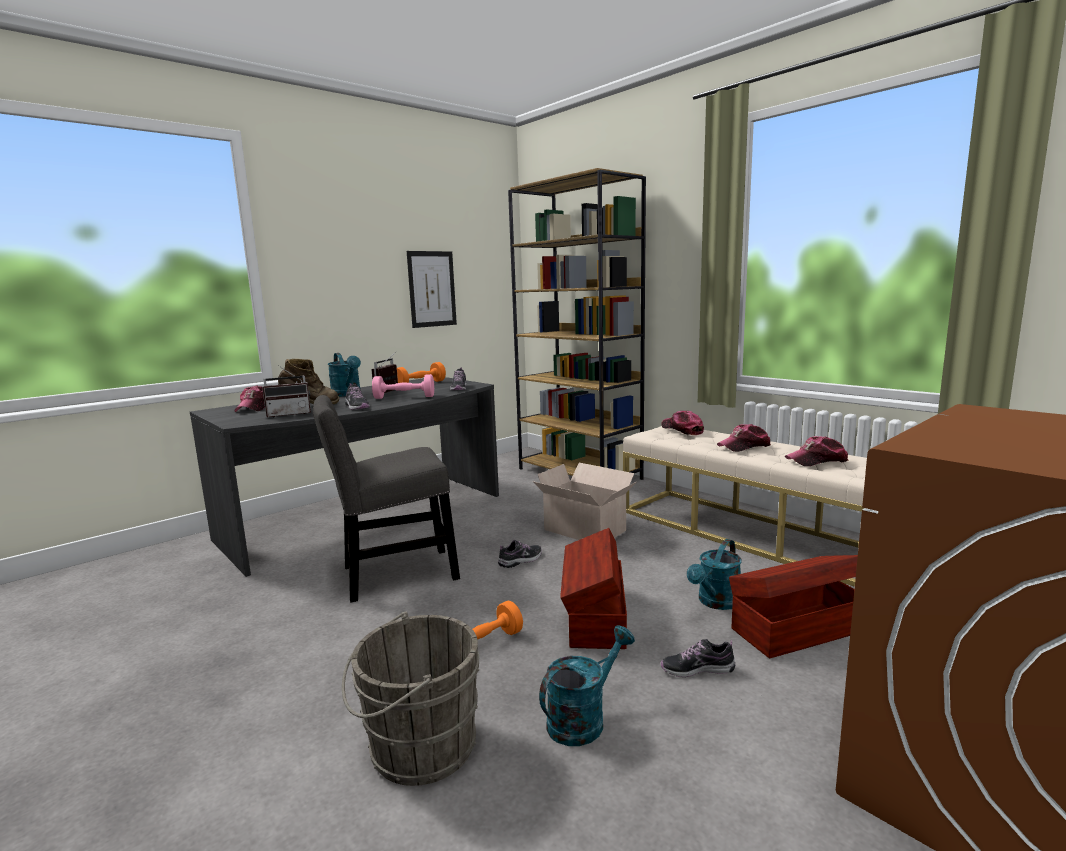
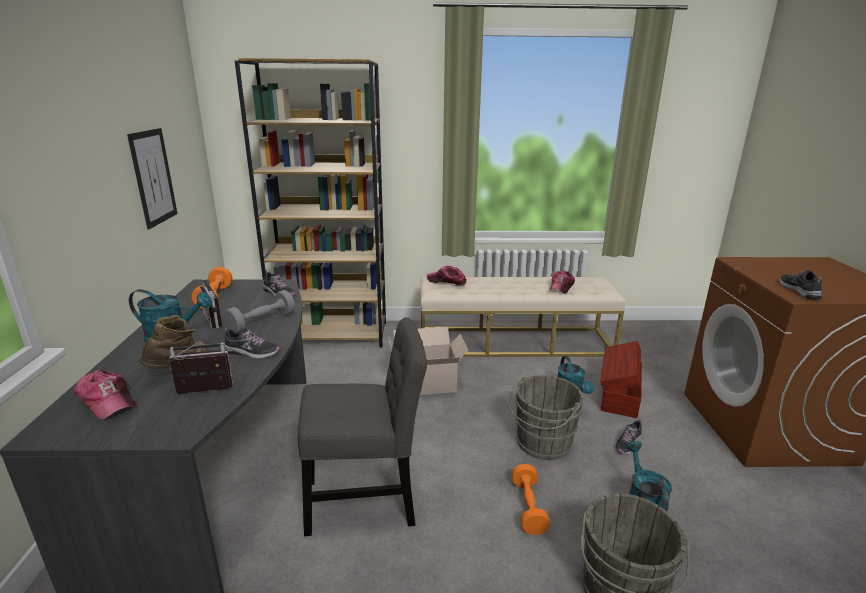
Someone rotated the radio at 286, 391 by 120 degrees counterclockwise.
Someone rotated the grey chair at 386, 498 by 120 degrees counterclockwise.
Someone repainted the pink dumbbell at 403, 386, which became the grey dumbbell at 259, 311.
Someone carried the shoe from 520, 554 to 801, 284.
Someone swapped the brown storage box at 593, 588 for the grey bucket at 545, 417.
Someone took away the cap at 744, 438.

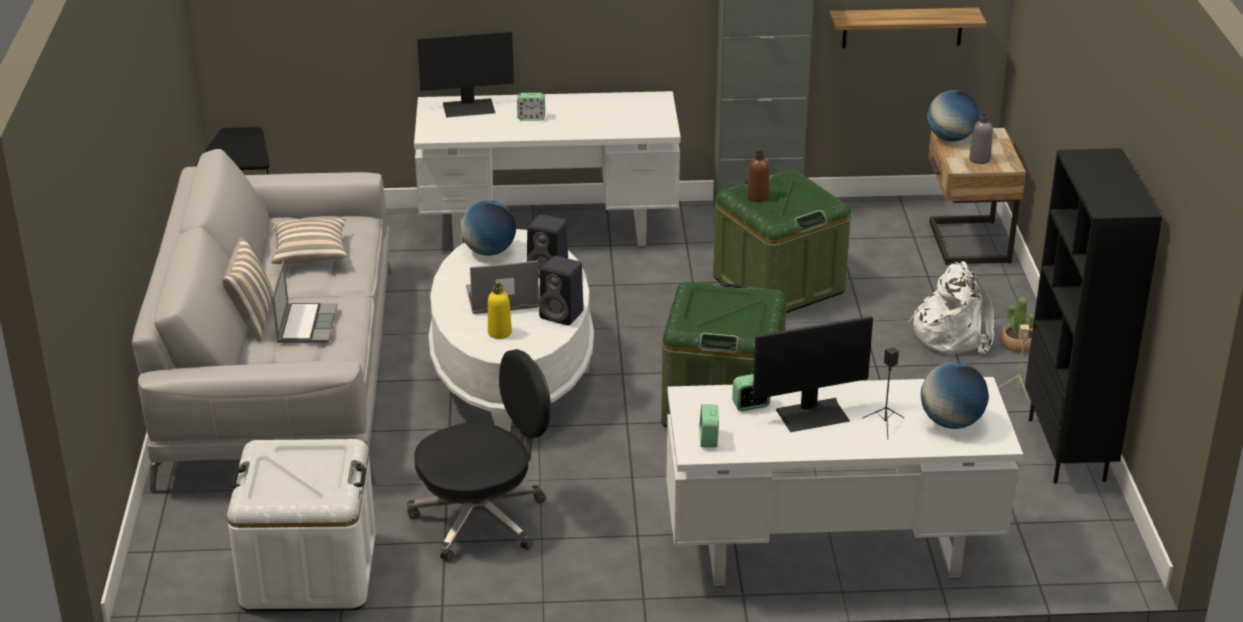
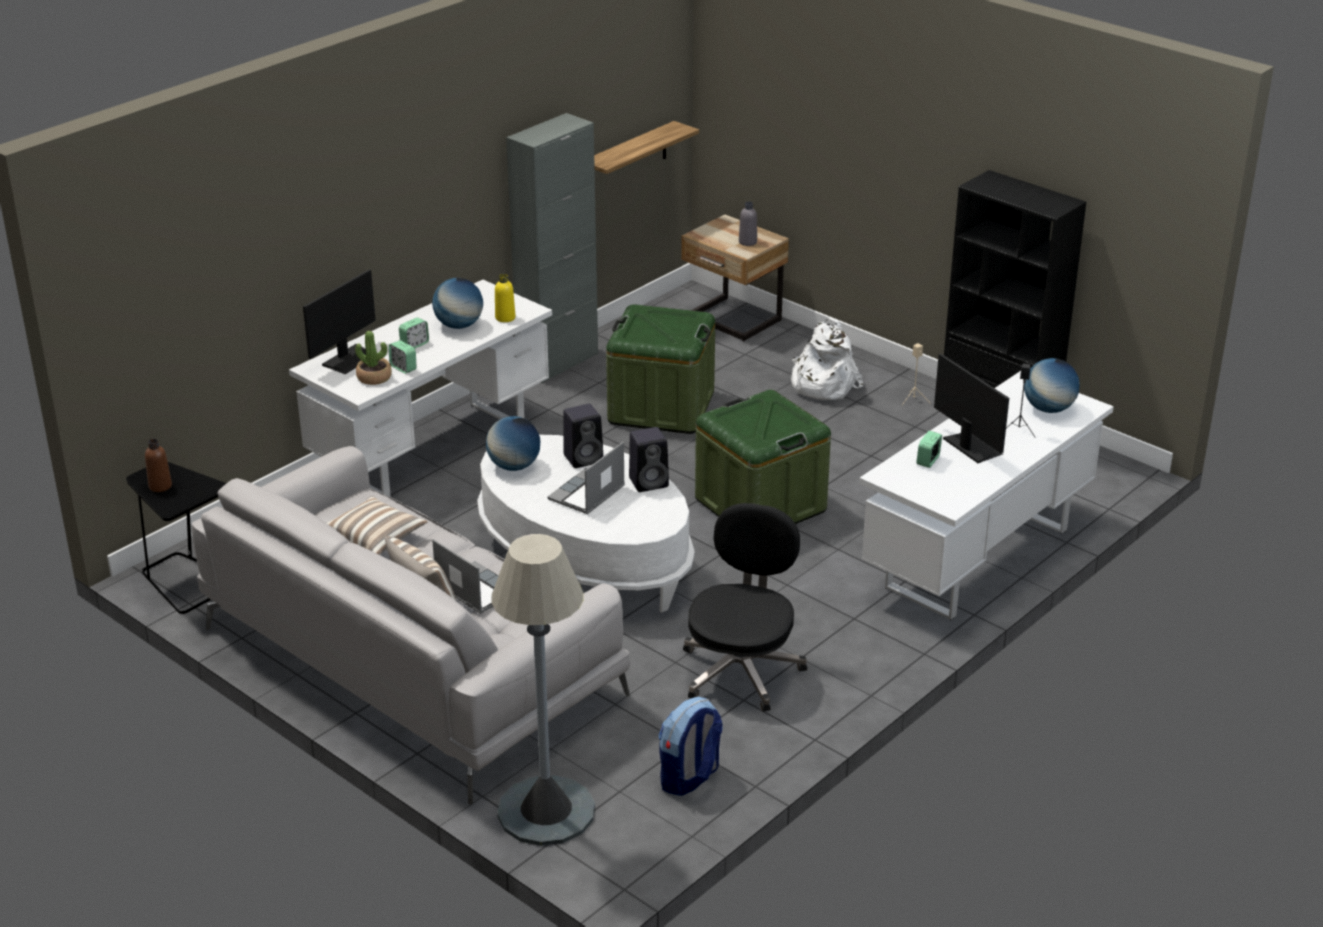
Someone swapped the white storage box at 301, 525 for the backpack at 690, 746.
Someone carried the yellow bottle from 500, 311 to 505, 298.
Someone carried the alarm clock from 709, 426 to 402, 357.
Someone carried the brown bottle from 758, 176 to 158, 465.
Someone rotated the monitor at 813, 374 by 60 degrees counterclockwise.
Someone carried the globe from 953, 116 to 457, 303.
Someone carried the potted plant from 1017, 325 to 373, 358.
Someone put down the grey floor lamp at 543, 690.

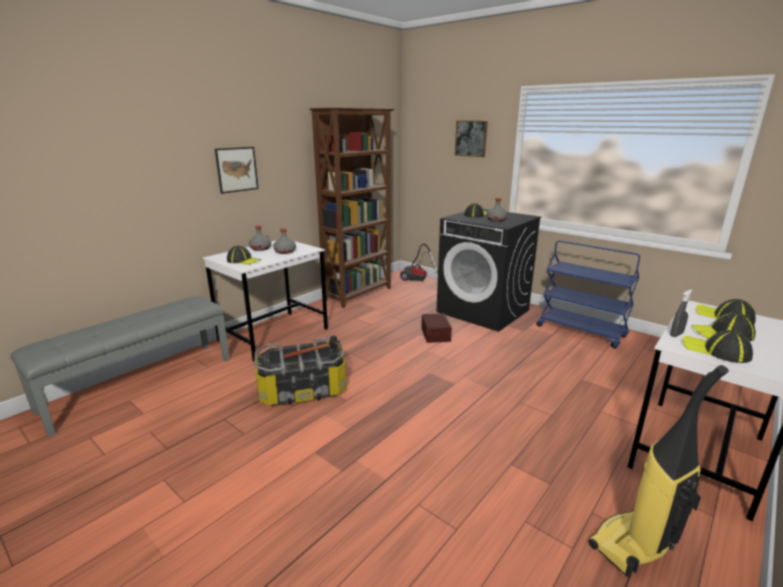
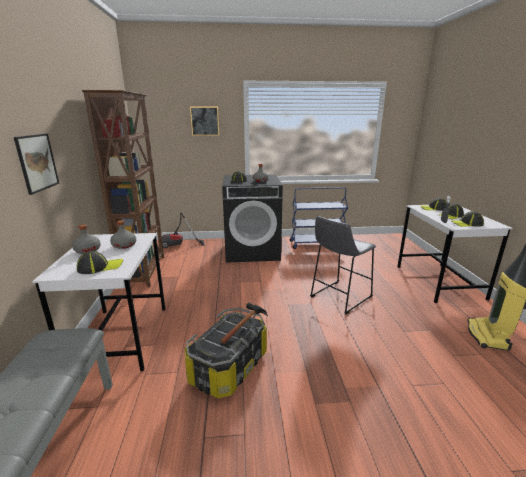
Someone took away the brown storage box at 436, 328.
Someone put down the grey stool at 343, 265.

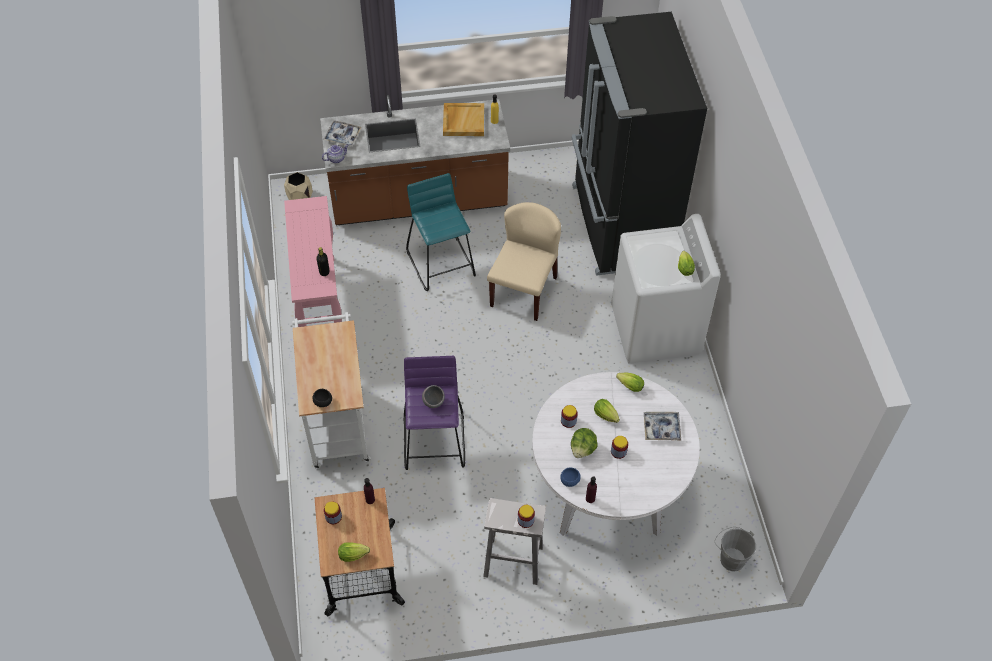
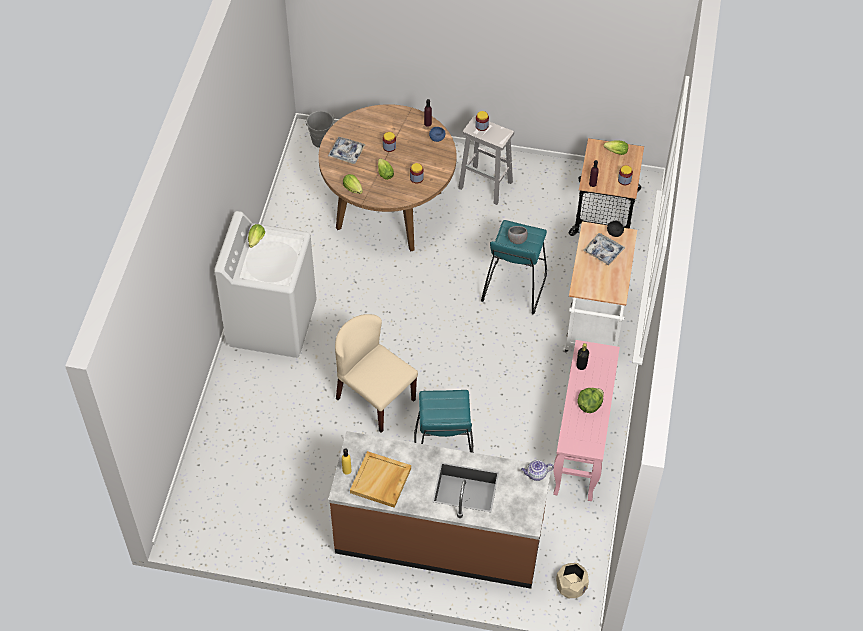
Someone carried the tray from 342, 133 to 604, 249.
Someone repainted the purple stool at 434, 413, which became the turquoise stool at 514, 267.
Someone rotated the beige chair at 524, 261 by 90 degrees clockwise.
Someone repainted the white dining table at 616, 454, which became the brown dining table at 387, 177.
Someone carried the lettuce from 584, 443 to 590, 400.
Someone took away the black fridge at 639, 144.

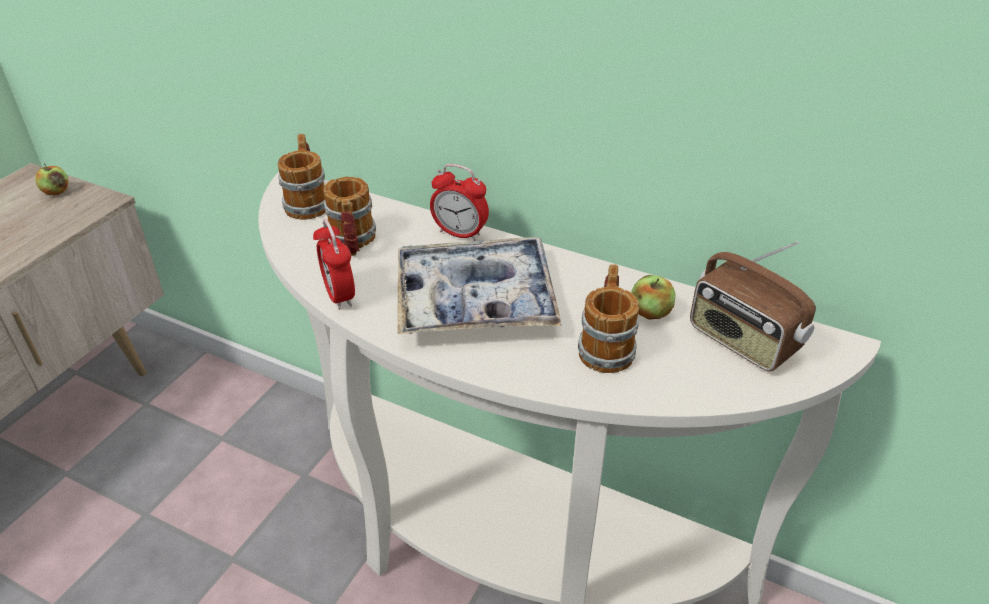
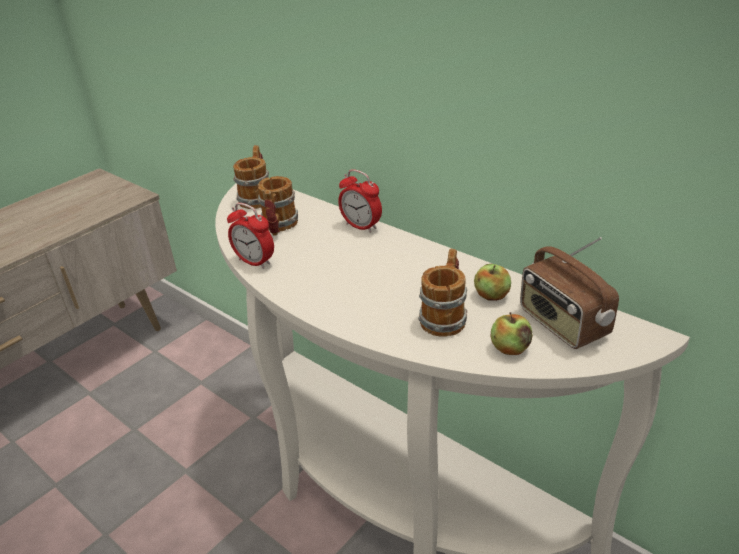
Someone carried the apple from 51, 179 to 512, 333.
Someone rotated the alarm clock at 334, 264 by 45 degrees counterclockwise.
Someone took away the tray at 479, 285.

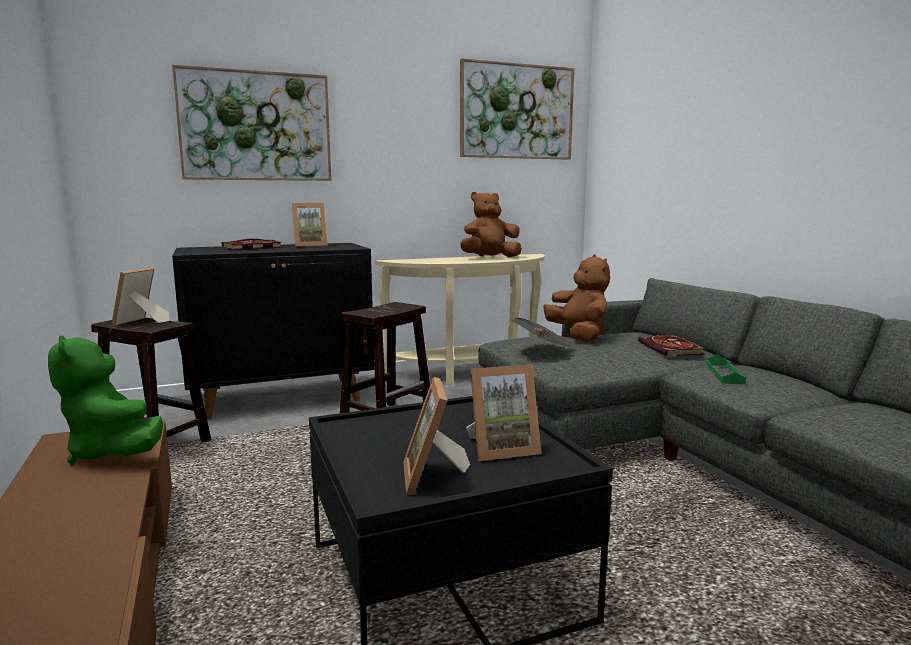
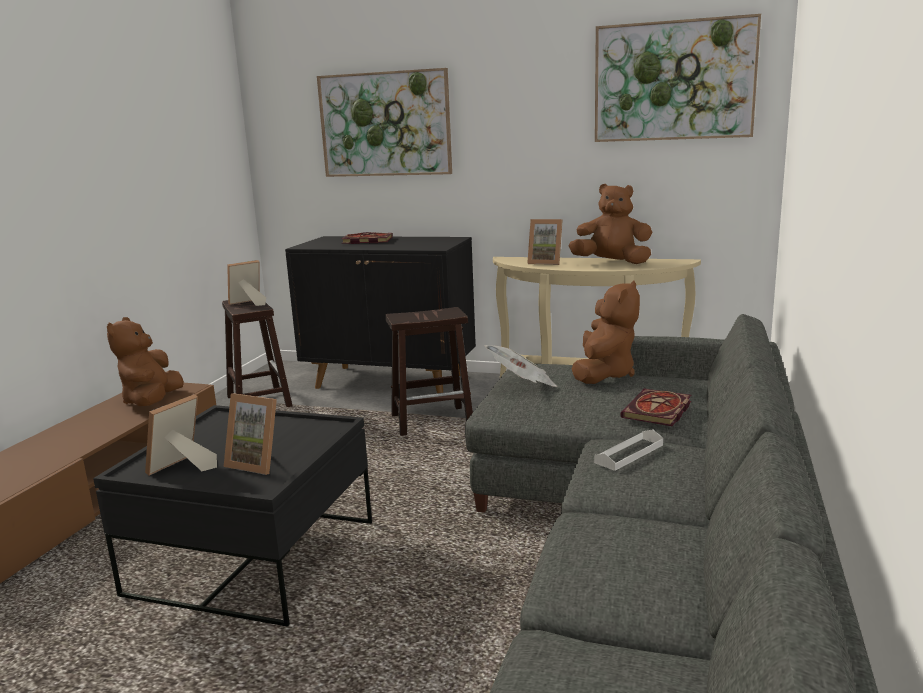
Someone repainted the green plush toy at 105, 399, which became the brown plush toy at 145, 361.
Someone carried the picture frame from 310, 225 to 545, 242.
Someone repainted the green tray at 726, 370, which became the white tray at 628, 450.

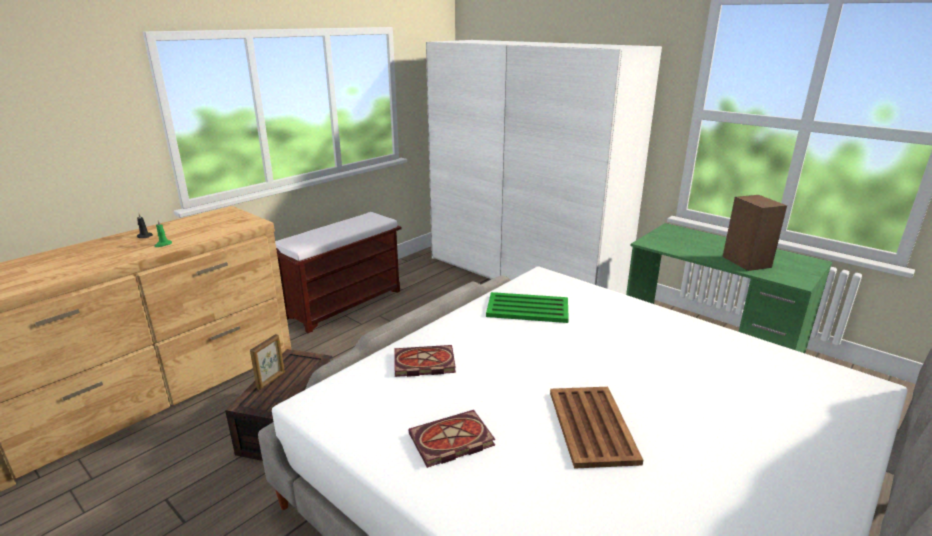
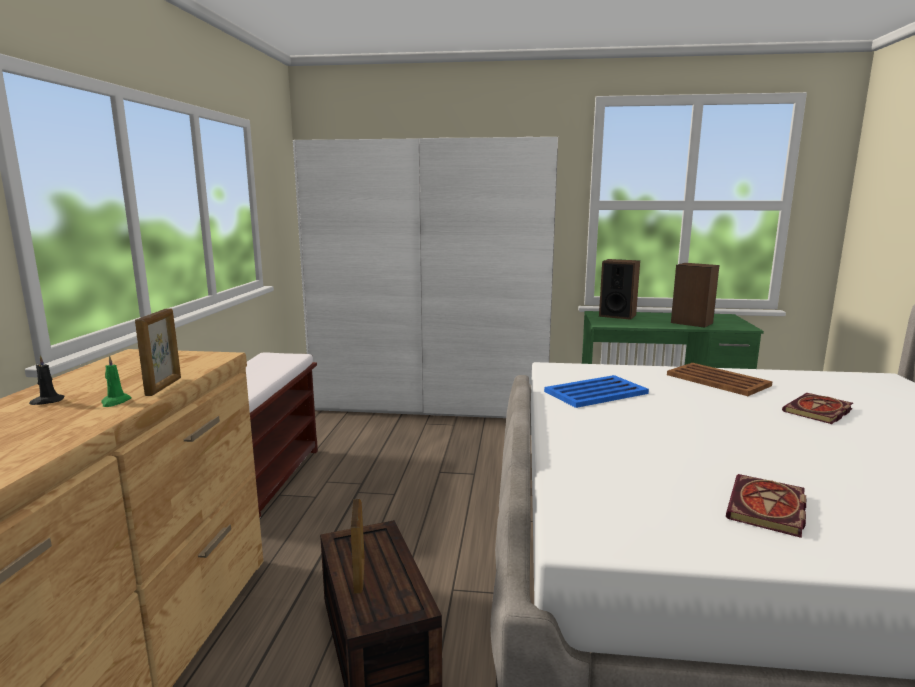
Someone carried the book from 425, 361 to 817, 408.
Someone repainted the green tray at 527, 307, which became the blue tray at 596, 391.
Someone carried the brown tray from 596, 428 to 720, 379.
Someone put down the picture frame at 158, 352.
Someone put down the speaker at 619, 289.

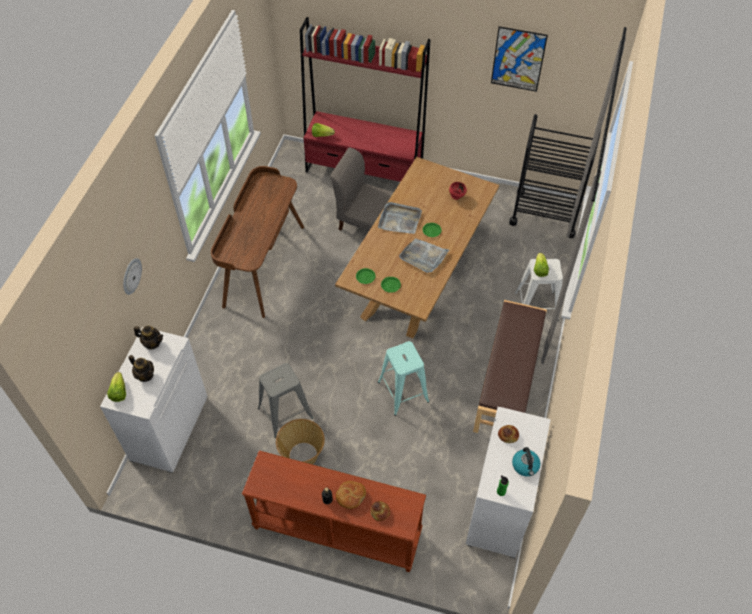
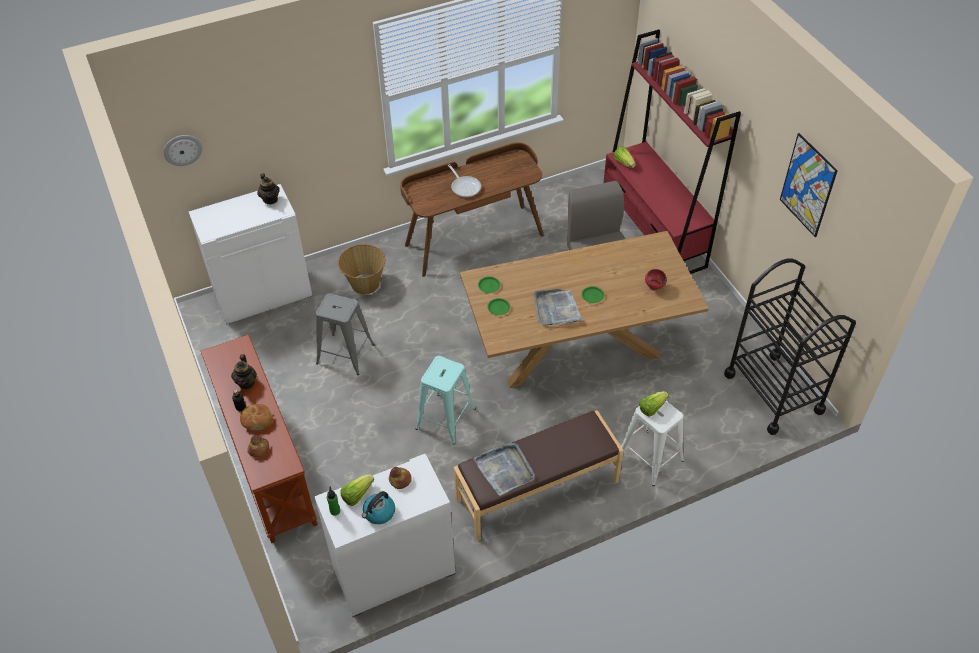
Someone carried the lettuce from 116, 387 to 357, 490.
Someone carried the wall clock from 132, 276 to 183, 150.
Someone carried the teapot from 141, 368 to 244, 371.
Someone carried the basket from 300, 442 to 361, 269.
Someone carried the grey tray from 400, 218 to 504, 469.
Someone put down the frying pan at 464, 181.

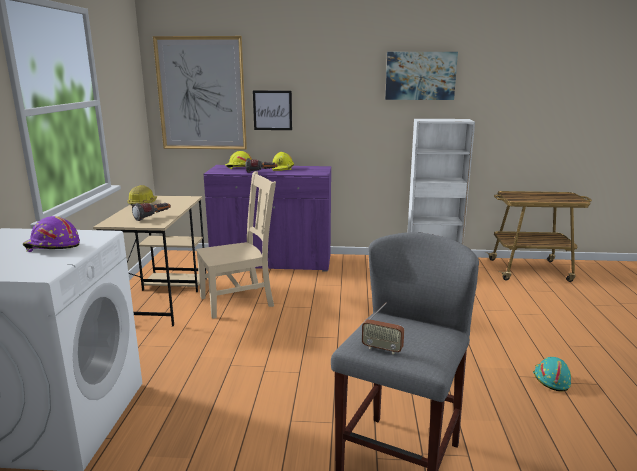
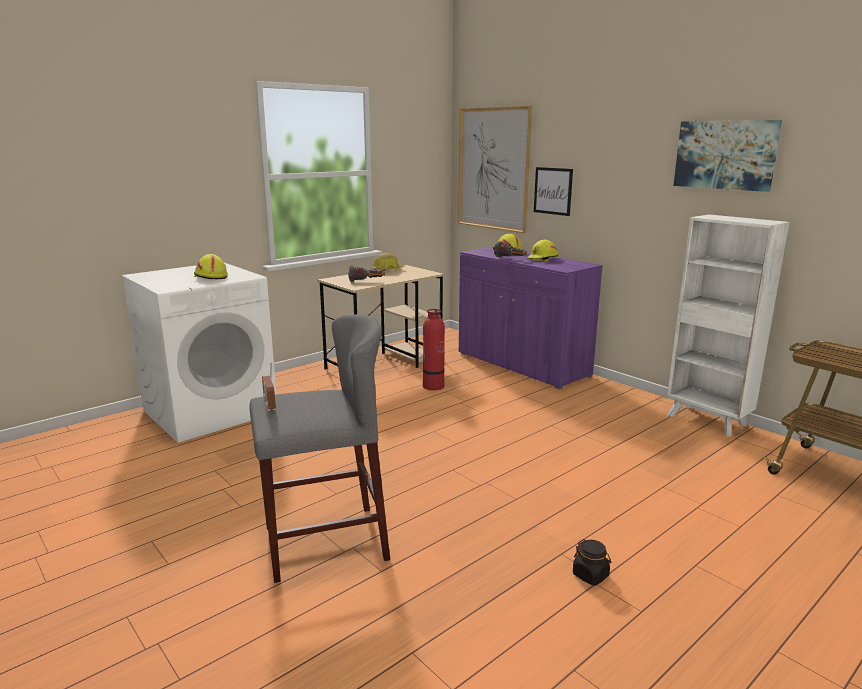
Someone repainted the purple hard hat at 51, 234, which became the yellow hard hat at 211, 266.
Someone swapped the beige chair at 236, 245 for the fire extinguisher at 434, 350.
Someone swapped the turquoise hard hat at 552, 374 for the black jar at 592, 562.

